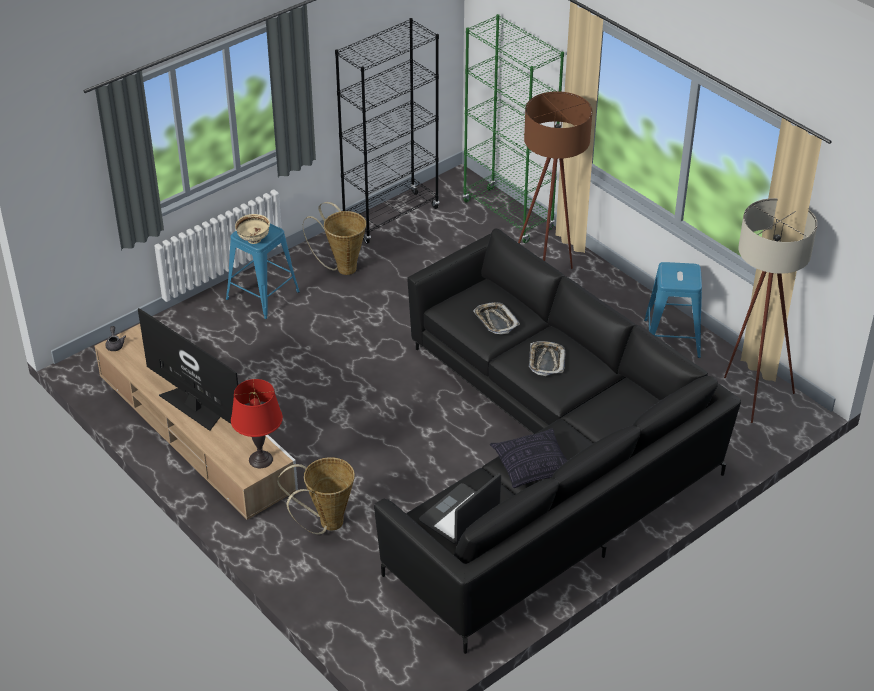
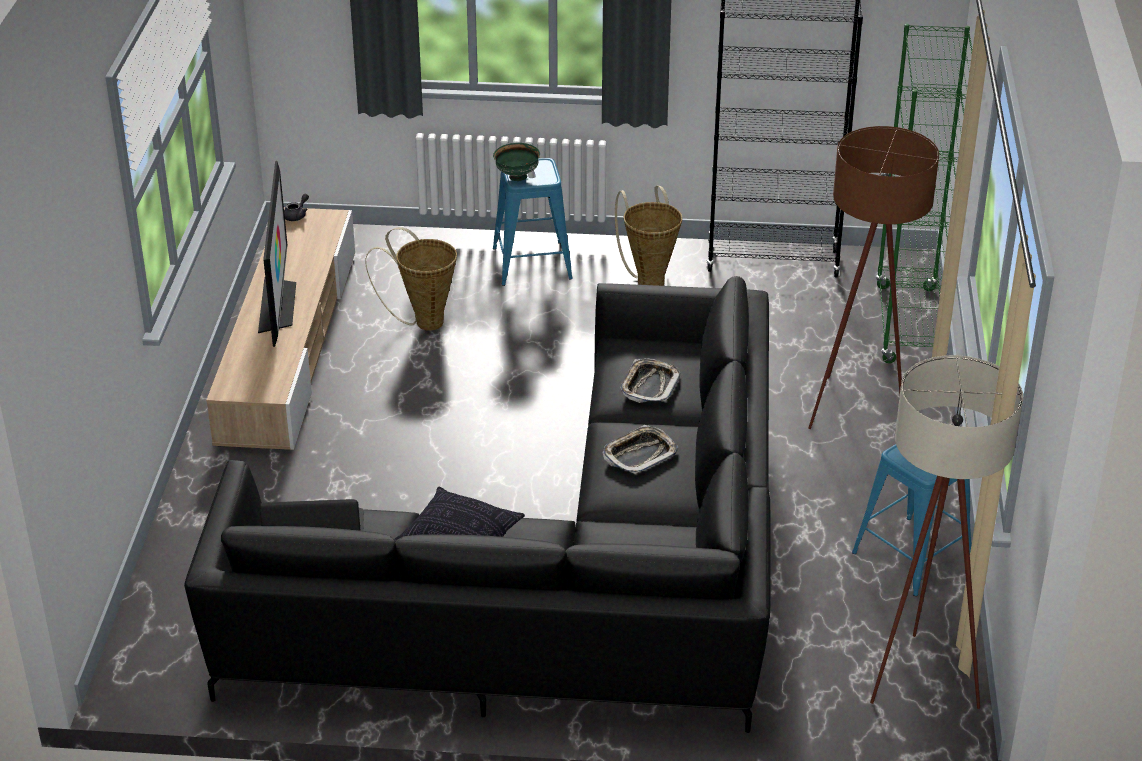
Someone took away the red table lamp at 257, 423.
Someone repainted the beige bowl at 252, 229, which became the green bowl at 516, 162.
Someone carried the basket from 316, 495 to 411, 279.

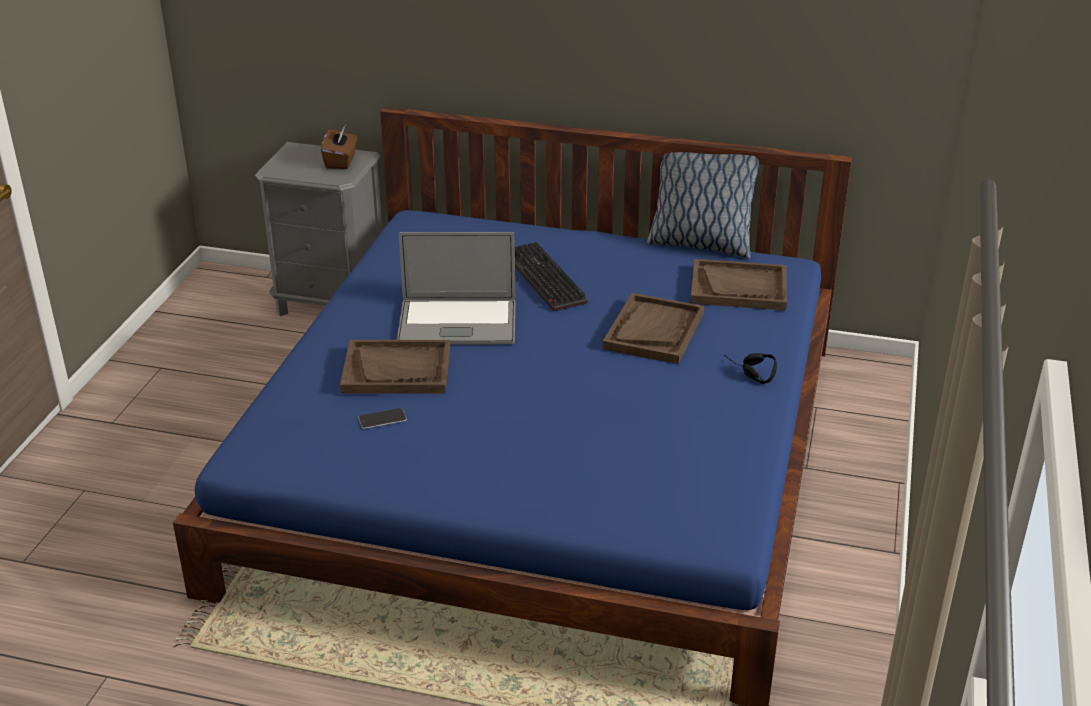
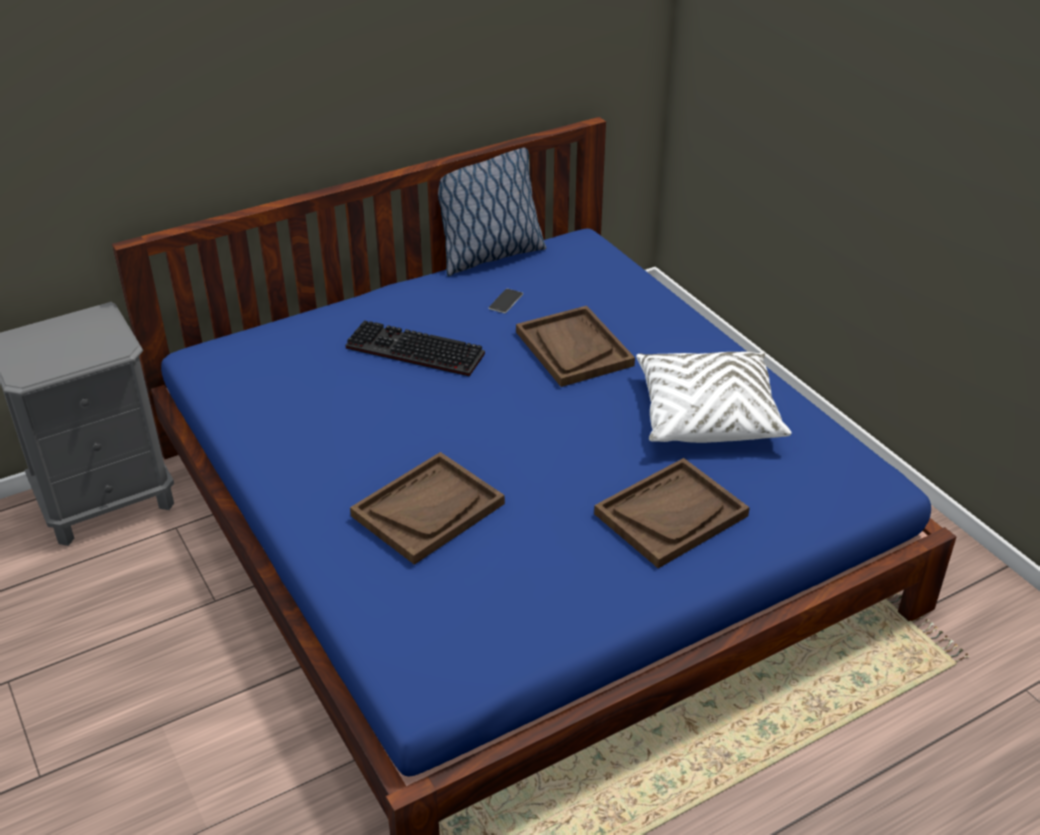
Someone took away the brown tissue box at 339, 147.
Someone carried the phone from 382, 418 to 505, 301.
Someone took away the laptop at 456, 288.
Someone carried the brown tray from 738, 284 to 672, 513.
Someone took away the black headphones at 750, 368.
Someone put down the white pillow at 713, 397.

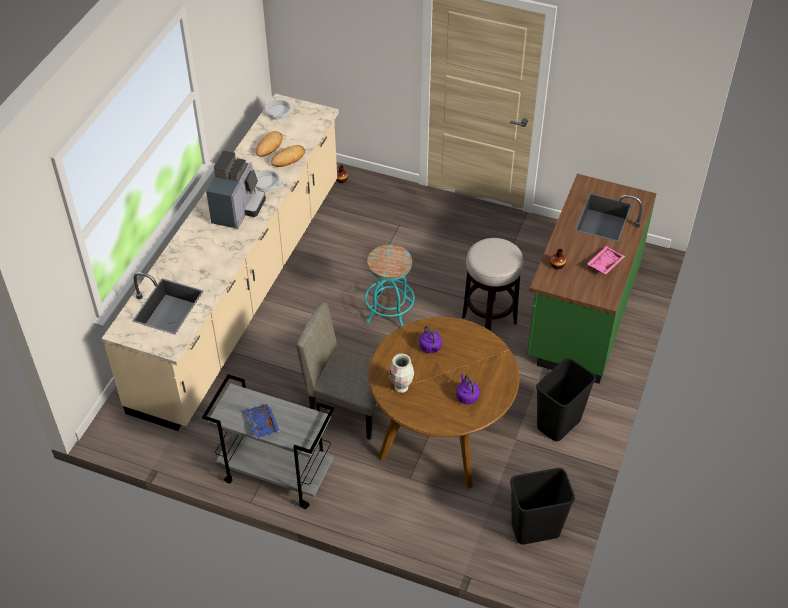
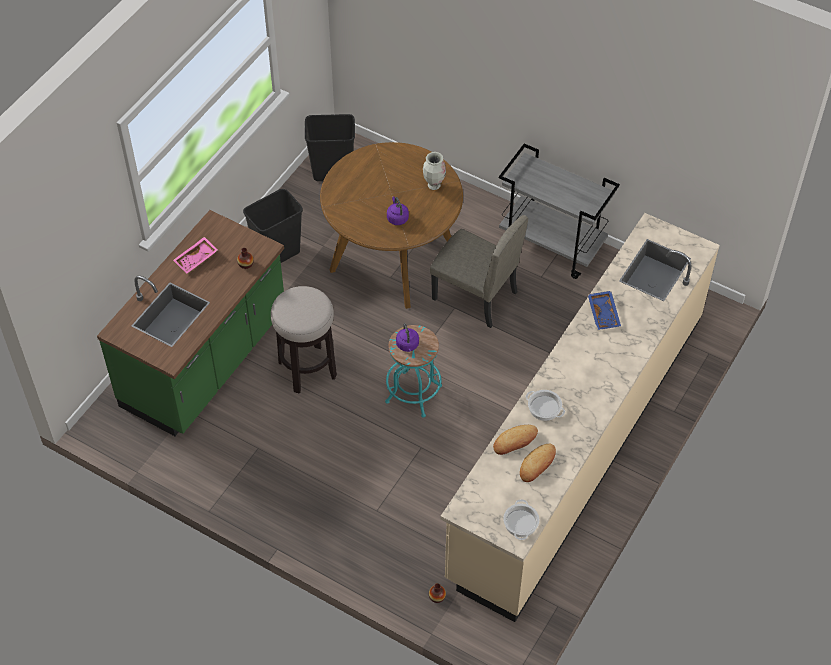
Someone took away the coffee machine at 236, 190.
Someone carried the blue tray from 263, 420 to 604, 310.
Someone carried the purple kettle from 468, 389 to 407, 337.

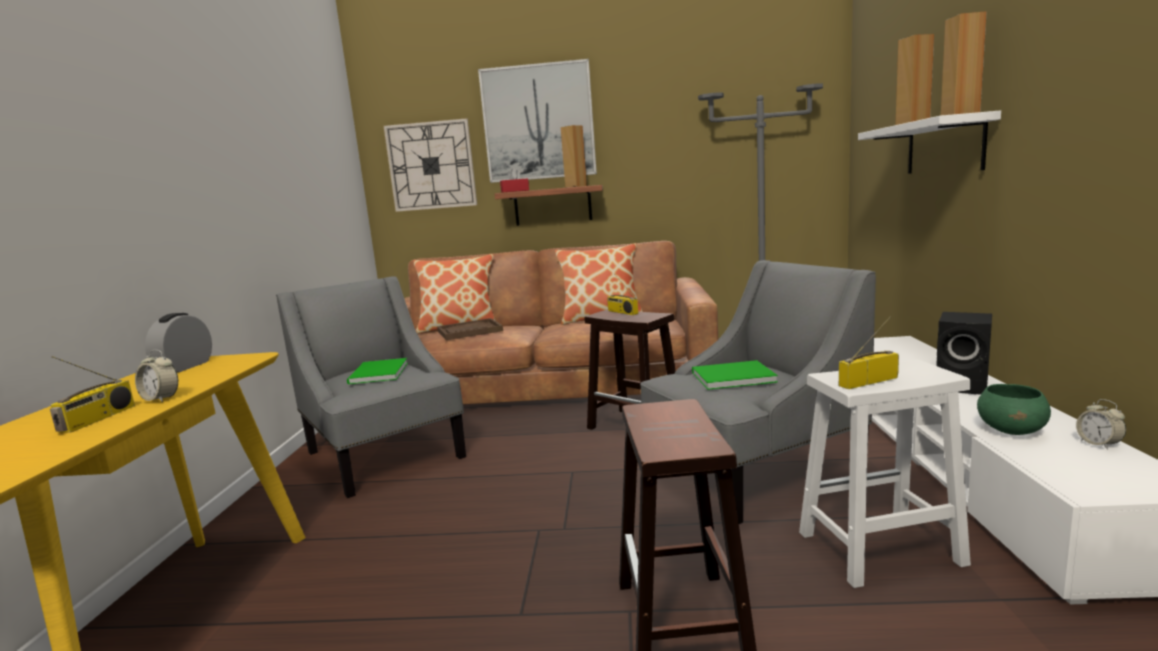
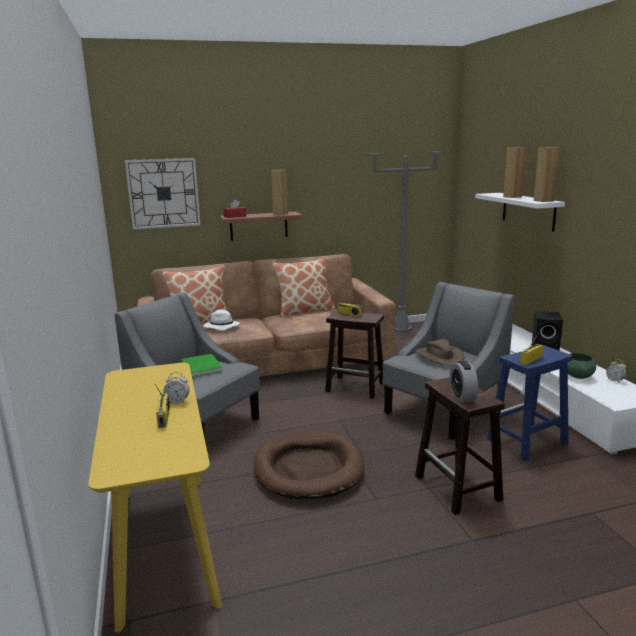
Someone carried the alarm clock from 178, 343 to 464, 382.
Someone swapped the brown tray at 470, 329 for the white hat at 221, 320.
Someone took away the picture at 537, 121.
Someone swapped the green book at 735, 375 for the brown hat at 439, 352.
Someone repainted the white stool at 885, 474, which became the blue stool at 530, 403.
Someone put down the brown dog bed at 309, 465.

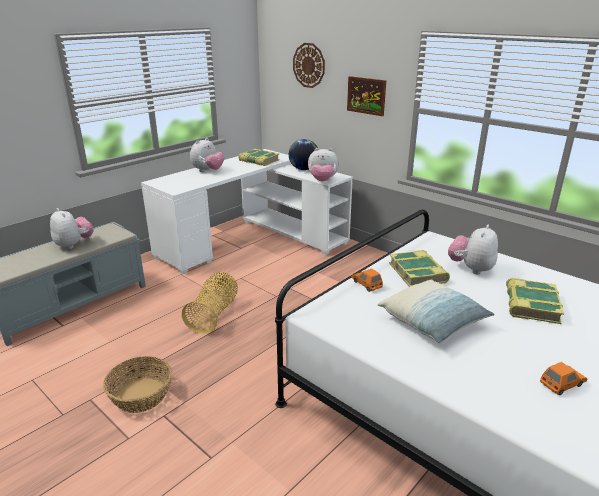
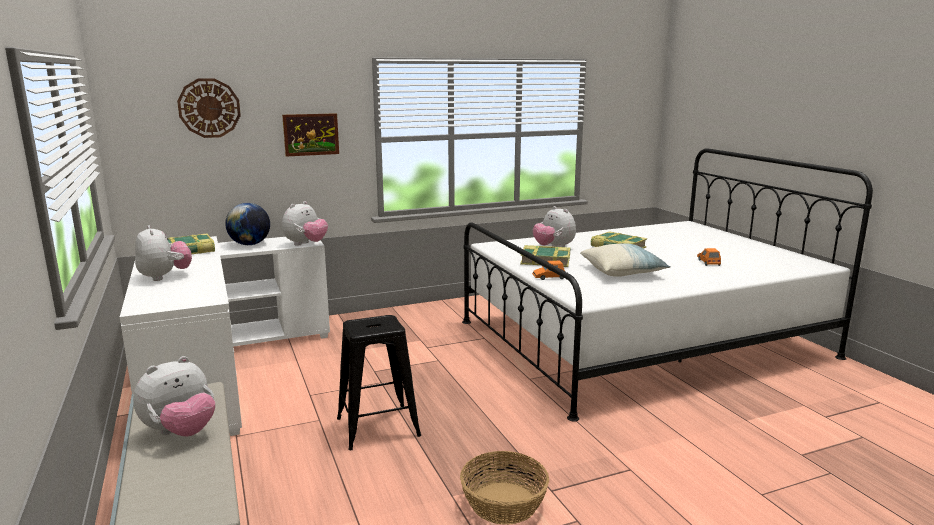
Someone rotated the plush toy at 72, 228 by 150 degrees clockwise.
Someone swapped the basket at 210, 303 for the black stool at 379, 382.

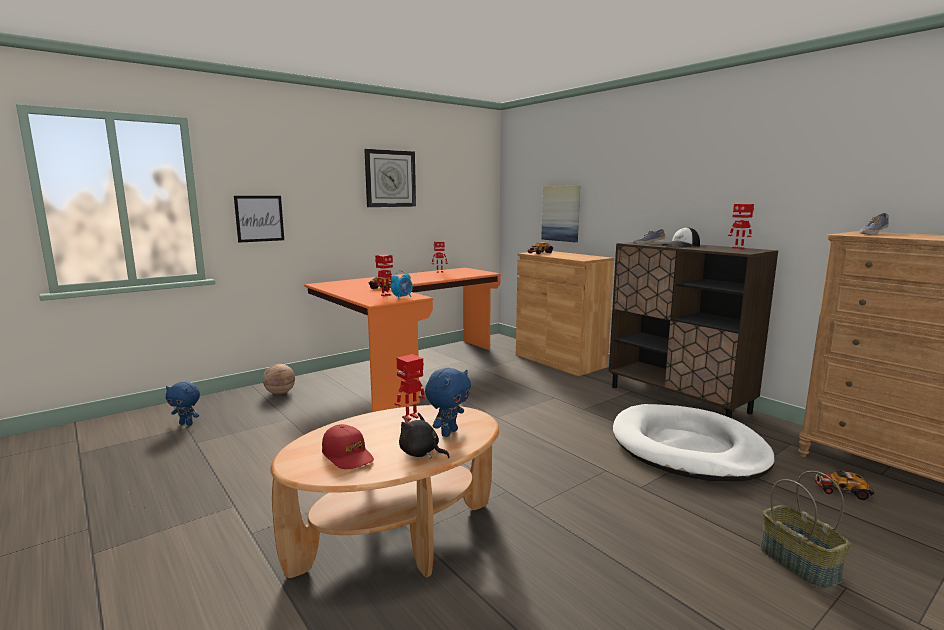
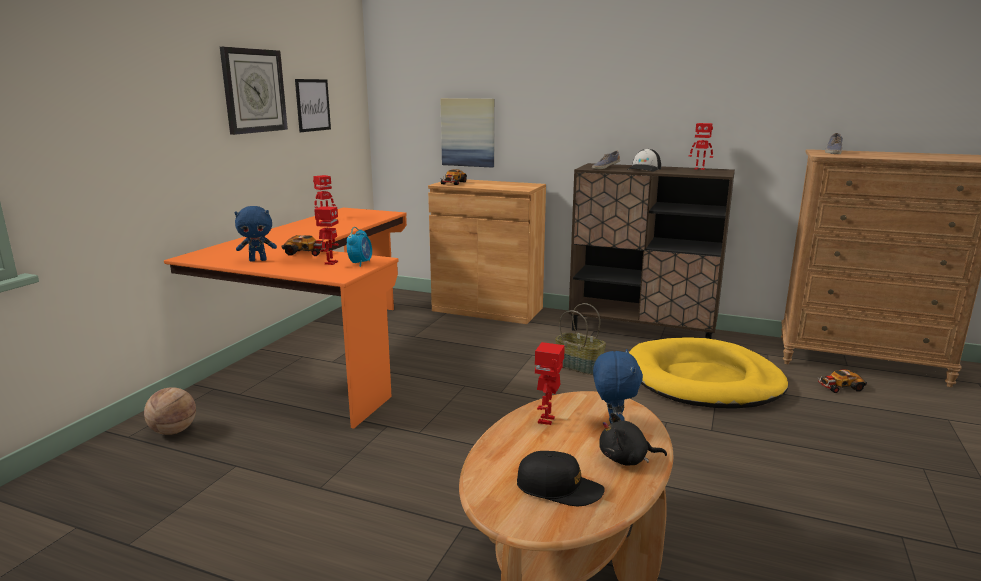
Someone carried the blue plush toy from 183, 403 to 255, 234.
Someone carried the picture from 259, 219 to 313, 105.
Someone repainted the red cap at 348, 446, which became the black cap at 561, 478.
Someone repainted the white dog bed at 694, 442, which became the yellow dog bed at 708, 373.
Someone carried the basket from 805, 530 to 580, 339.

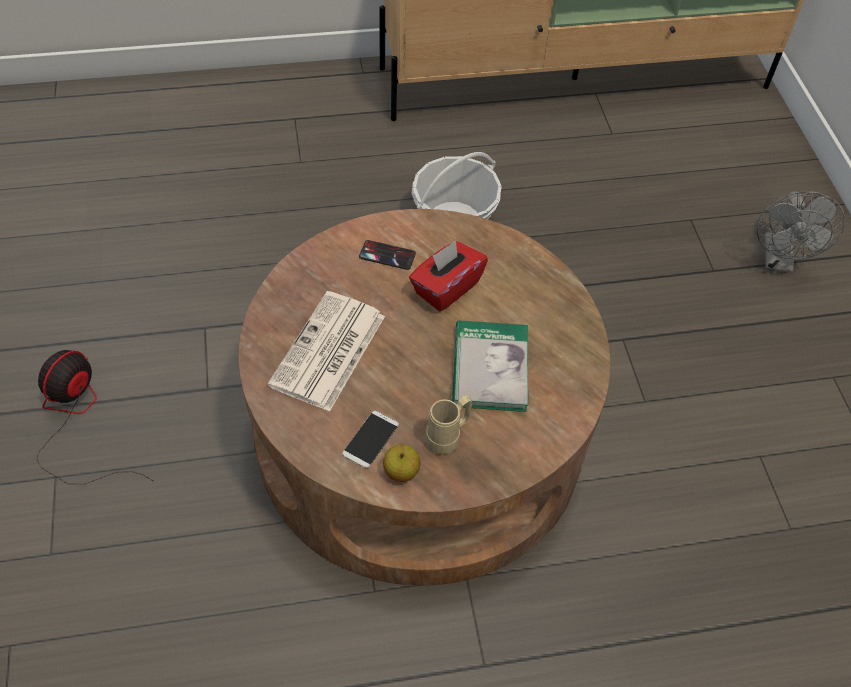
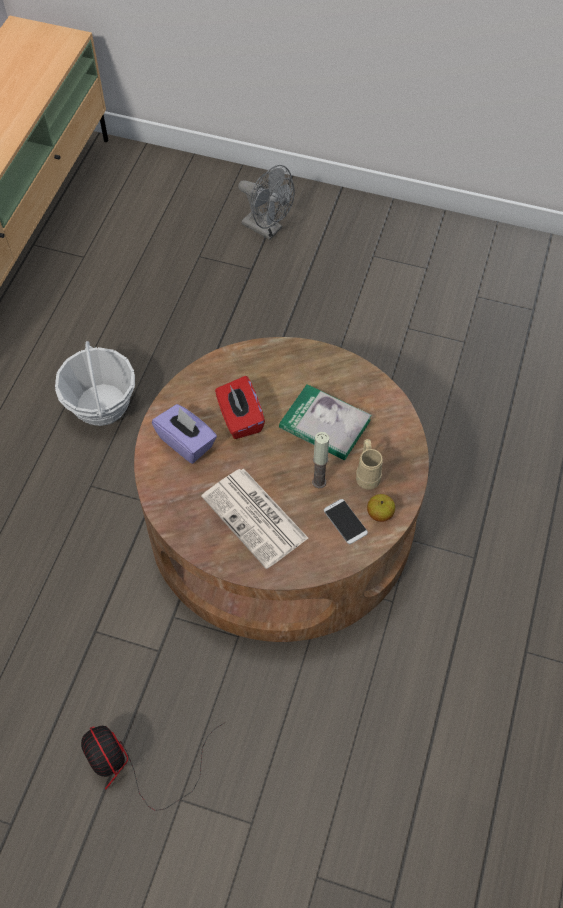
Someone swapped the phone at 387, 255 for the purple tissue box at 184, 434.
Someone put down the candle at 320, 460.

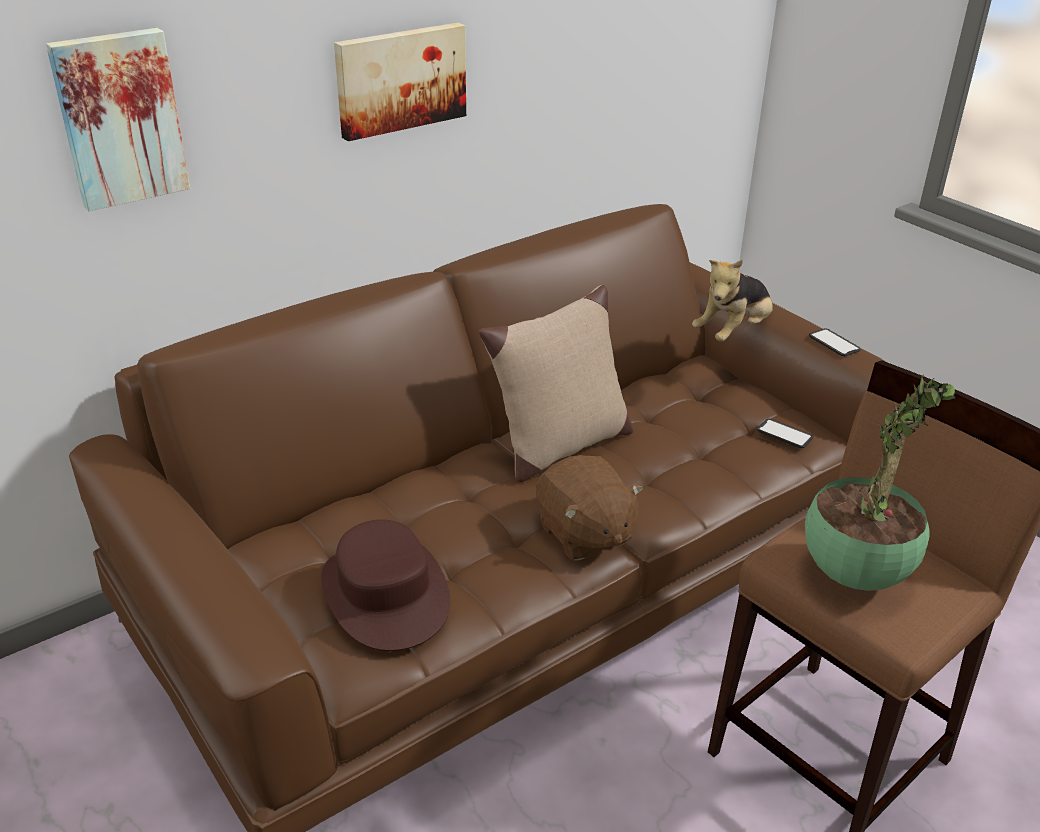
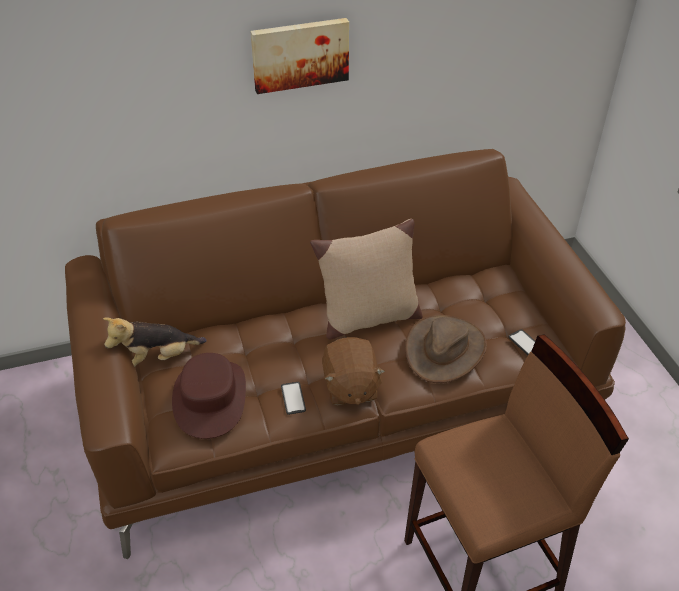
Someone took away the picture at 118, 119.
Someone carried the plush toy from 732, 300 to 155, 342.
Someone took away the potted plant at 880, 483.
Someone carried the phone from 835, 342 to 293, 398.
Someone put down the brown hat at 446, 349.

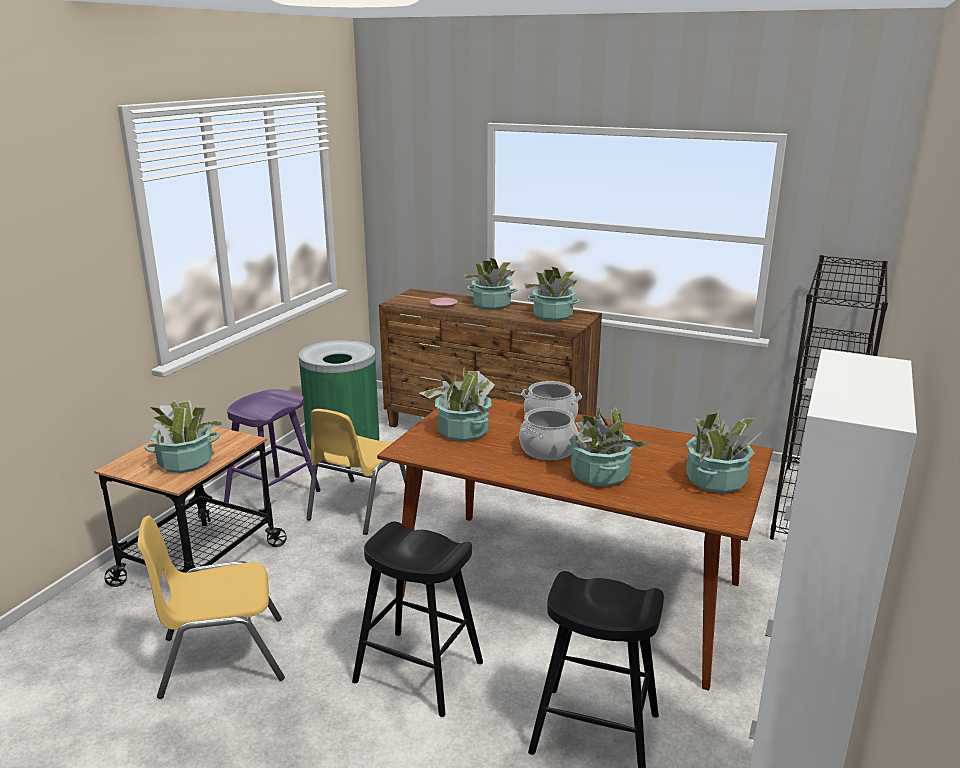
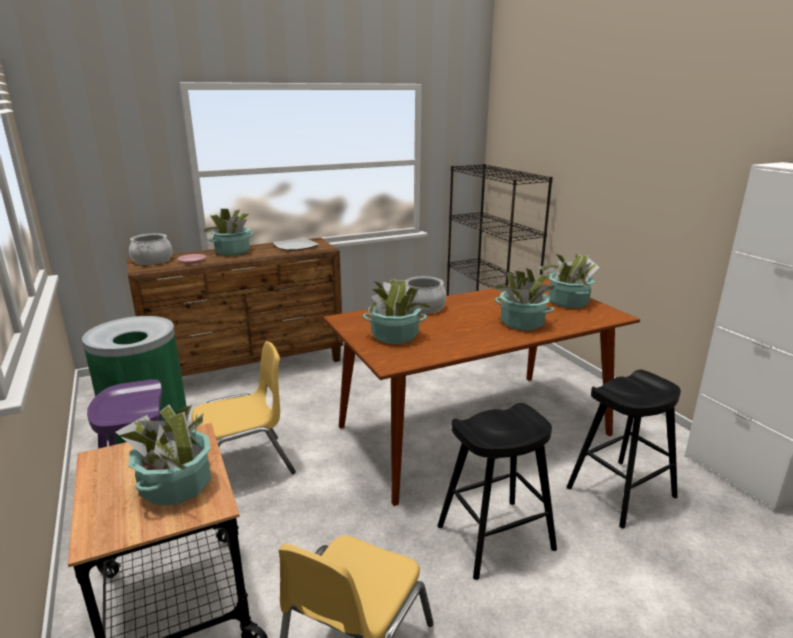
Someone rotated the yellow chair at 356, 472 by 90 degrees counterclockwise.
Someone carried the cooking pot from 548, 433 to 150, 249.
Someone swapped the potted plant at 552, 294 for the plate at 295, 244.

